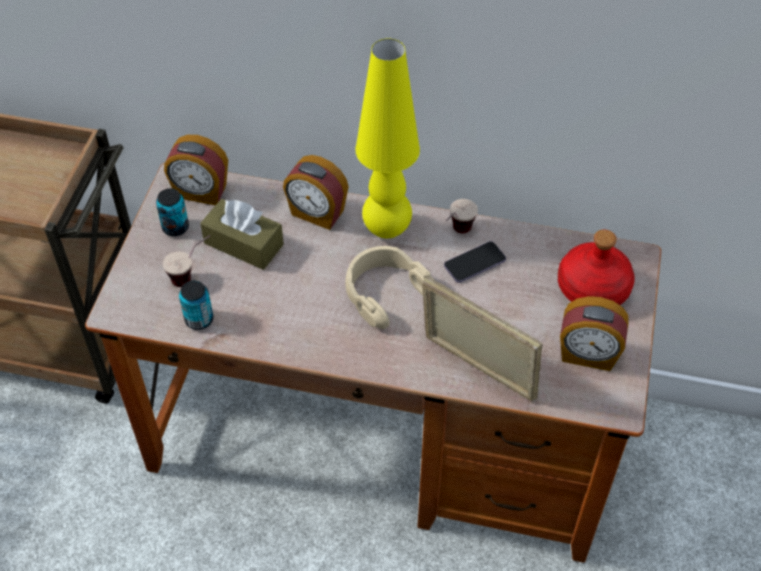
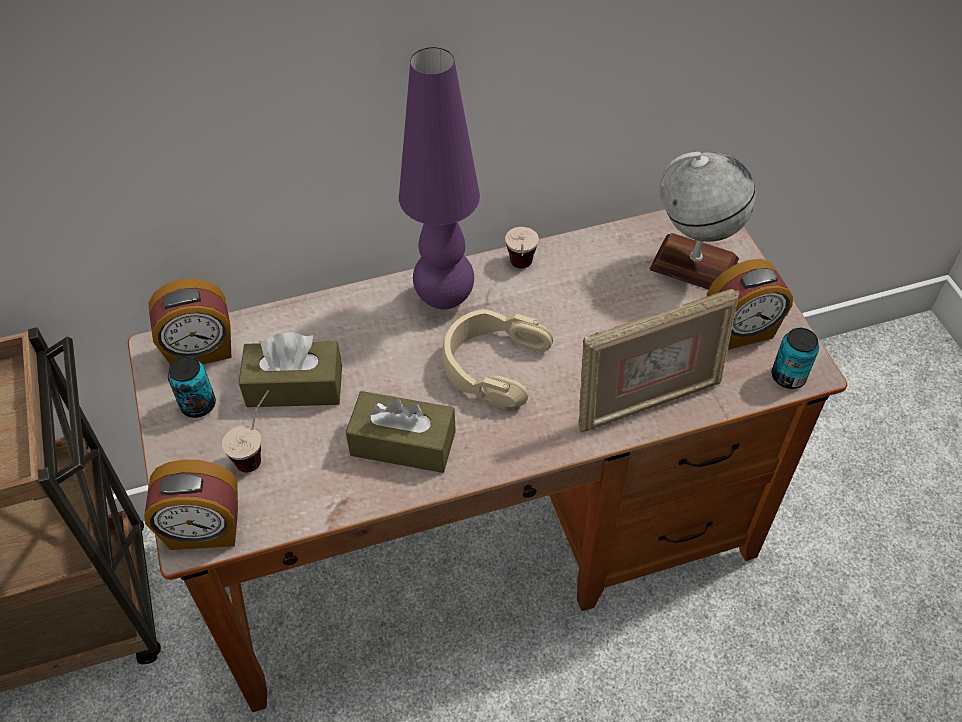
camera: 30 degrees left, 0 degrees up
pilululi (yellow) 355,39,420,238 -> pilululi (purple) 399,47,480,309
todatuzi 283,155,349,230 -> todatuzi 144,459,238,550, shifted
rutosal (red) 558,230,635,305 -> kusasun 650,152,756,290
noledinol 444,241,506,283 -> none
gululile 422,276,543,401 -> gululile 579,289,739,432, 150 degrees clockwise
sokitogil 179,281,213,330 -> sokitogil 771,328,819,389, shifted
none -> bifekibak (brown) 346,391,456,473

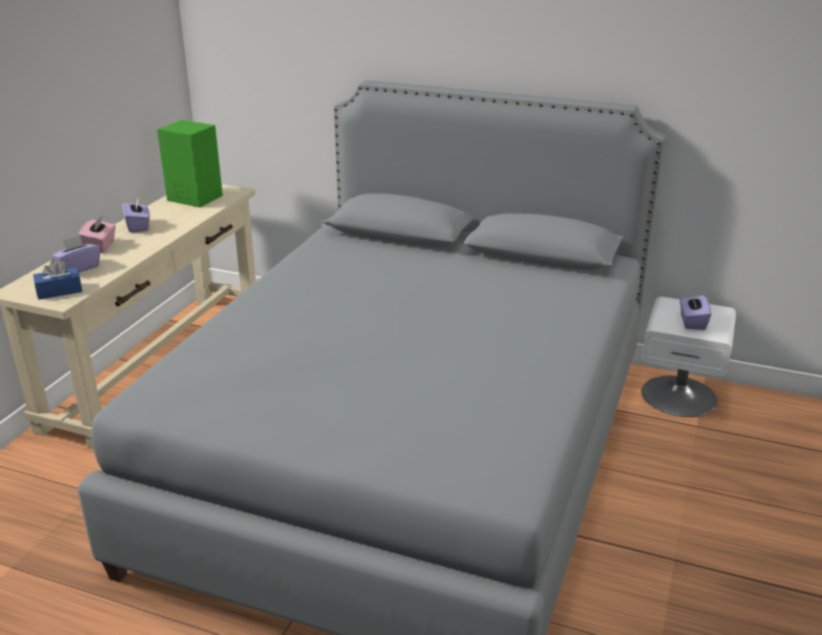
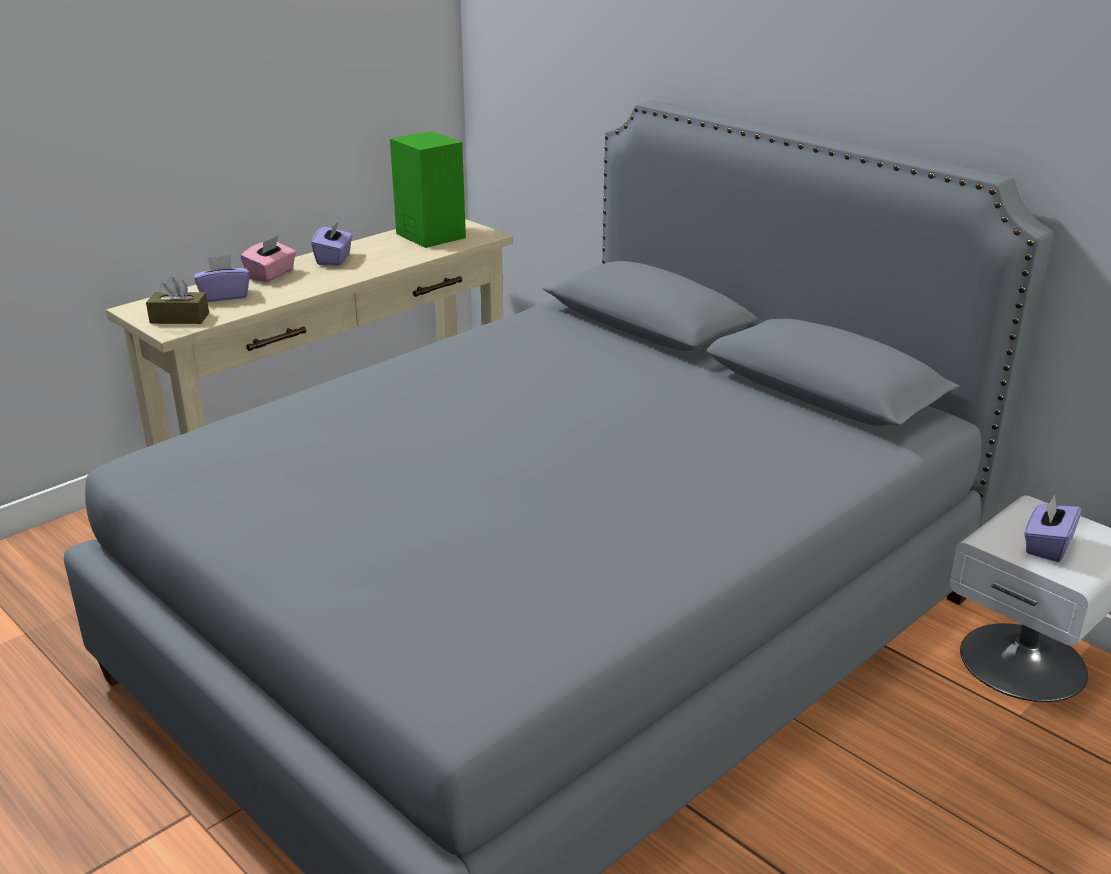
camera: 25 degrees right, 0 degrees up
bifekibak (blue) 33,259,82,300 -> bifekibak (brown) 146,277,209,324

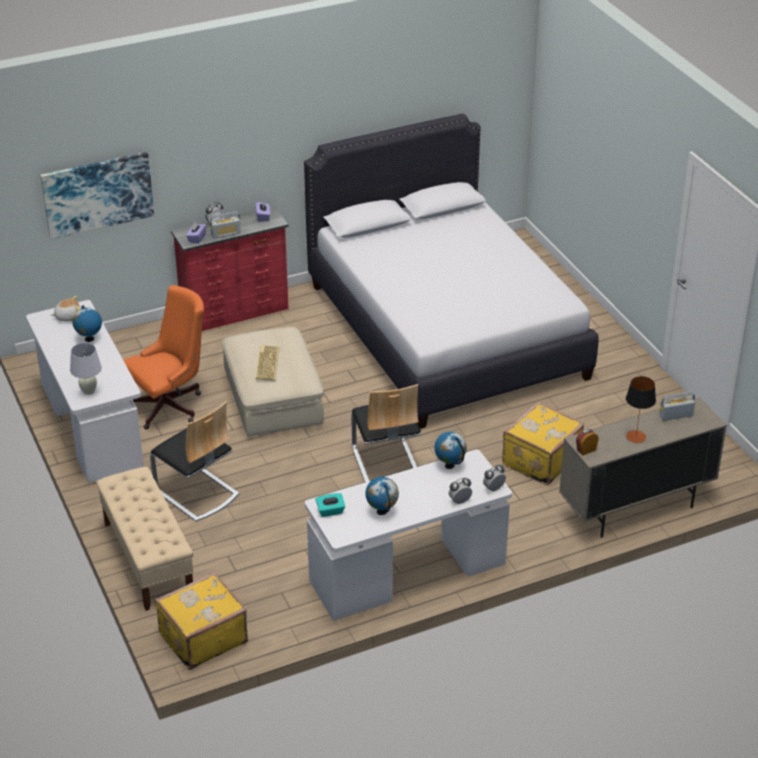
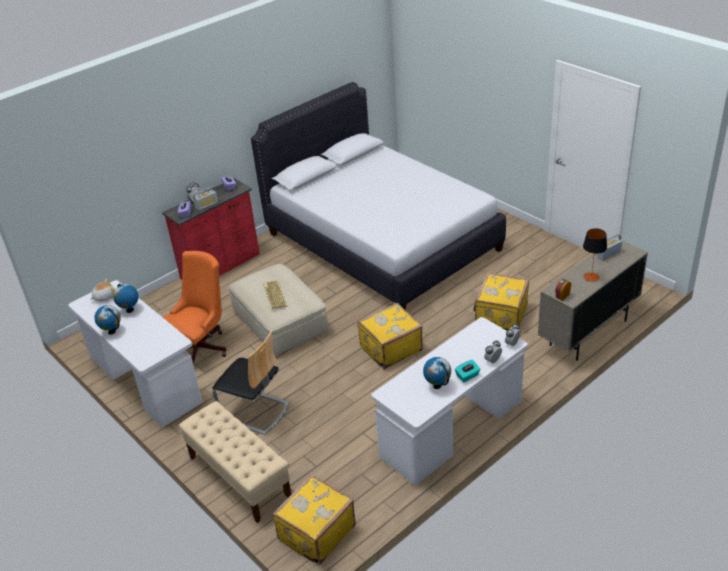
camera: 15 degrees left, 0 degrees up
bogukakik 40,152,154,239 -> none
pilululi (white) 70,343,102,395 -> none
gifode 351,384,421,482 -> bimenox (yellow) 357,303,423,369
kusasun 434,432,467,469 -> kusasun 95,305,121,335, shifted
bifekibak (turquoise) 316,493,345,517 -> bifekibak (turquoise) 455,360,481,382, shifted

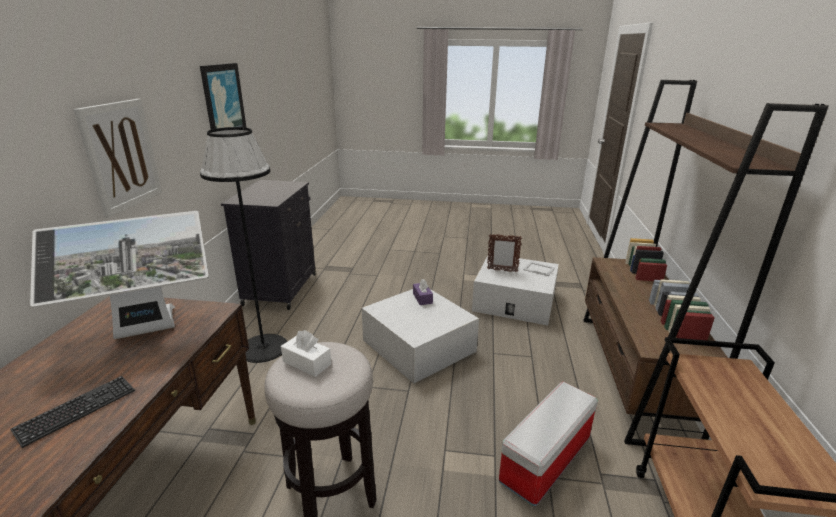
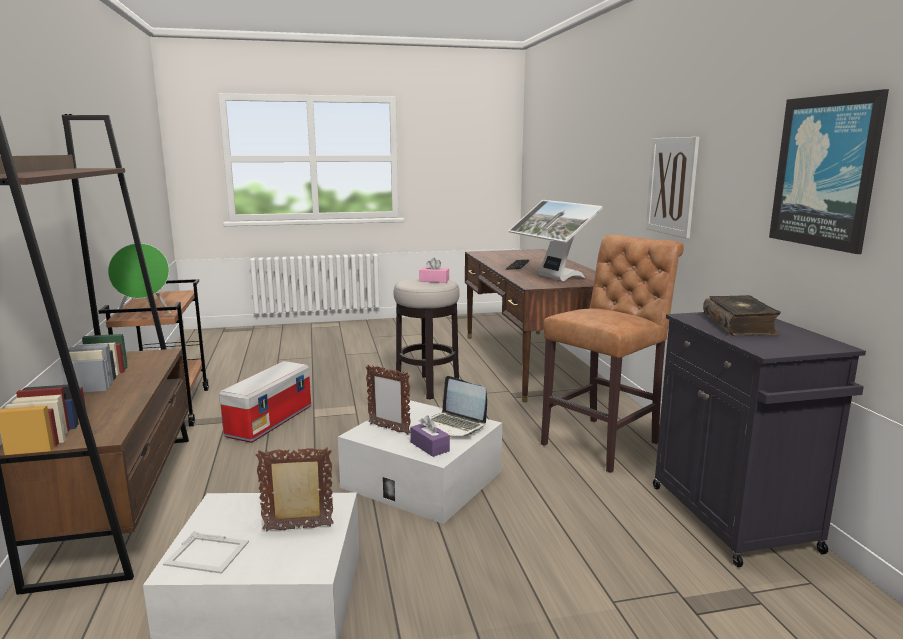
camera: 160 degrees right, 10 degrees down
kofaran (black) 200,127,287,363 -> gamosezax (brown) 541,234,684,473
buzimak 30,211,209,339 -> buzimak 509,200,603,281, 75 degrees counterclockwise
bifekibak (white) 281,330,331,377 -> bifekibak (pink) 419,258,449,283
none -> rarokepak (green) 108,243,171,317
none -> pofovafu 703,295,781,336
none -> gululile 366,365,410,435
none -> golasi 430,376,487,437

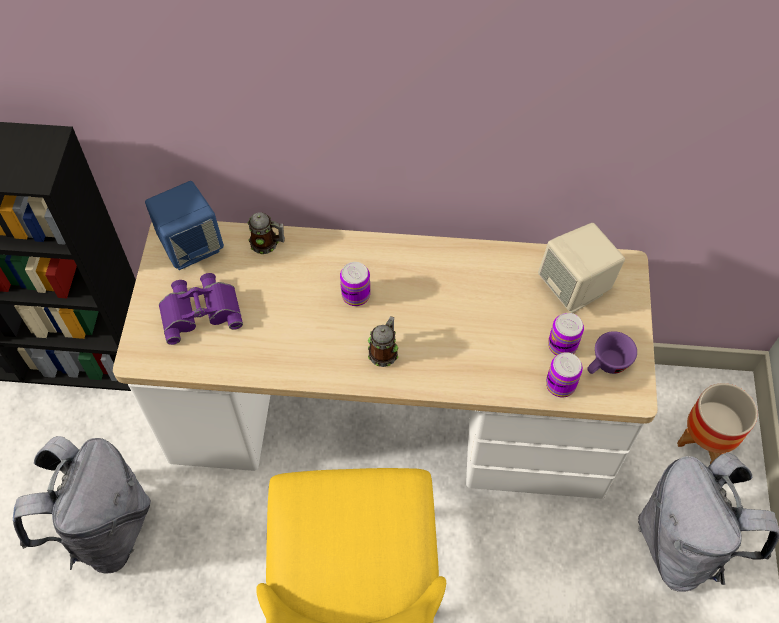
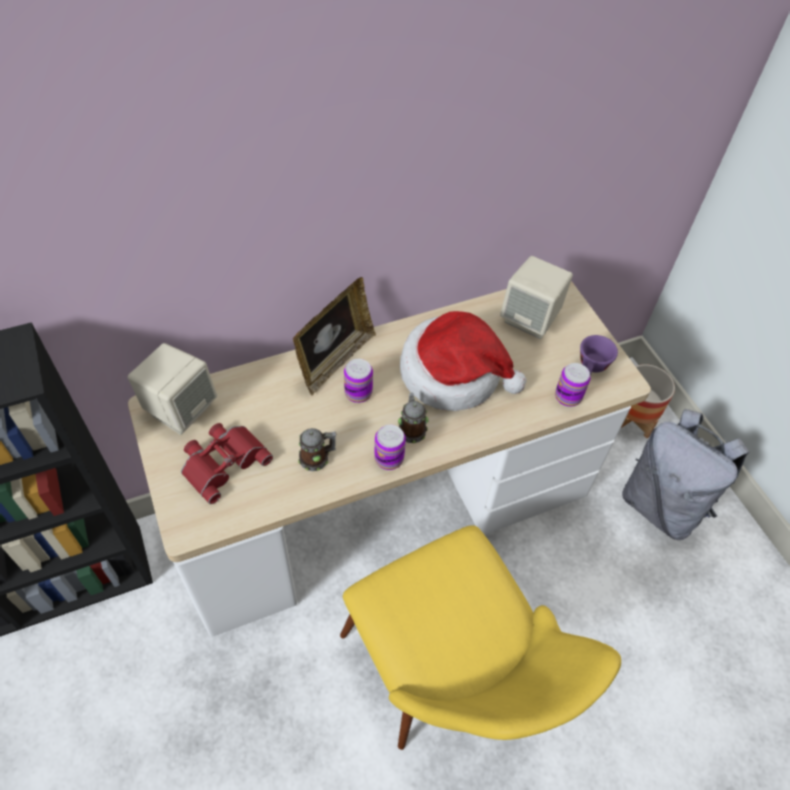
camera: 30 degrees left, 5 degrees down
rarokepak (blue) 145,181,224,270 -> rarokepak (beige) 128,343,217,435
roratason 248,212,285,254 -> roratason 298,428,336,471, shifted
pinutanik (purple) 159,273,243,345 -> pinutanik (red) 181,423,273,504
sokitogil 548,313,584,356 -> sokitogil 374,425,406,470, shifted
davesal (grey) 13,436,151,574 -> none
none -> gululile 293,277,376,396
none -> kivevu 400,311,527,411

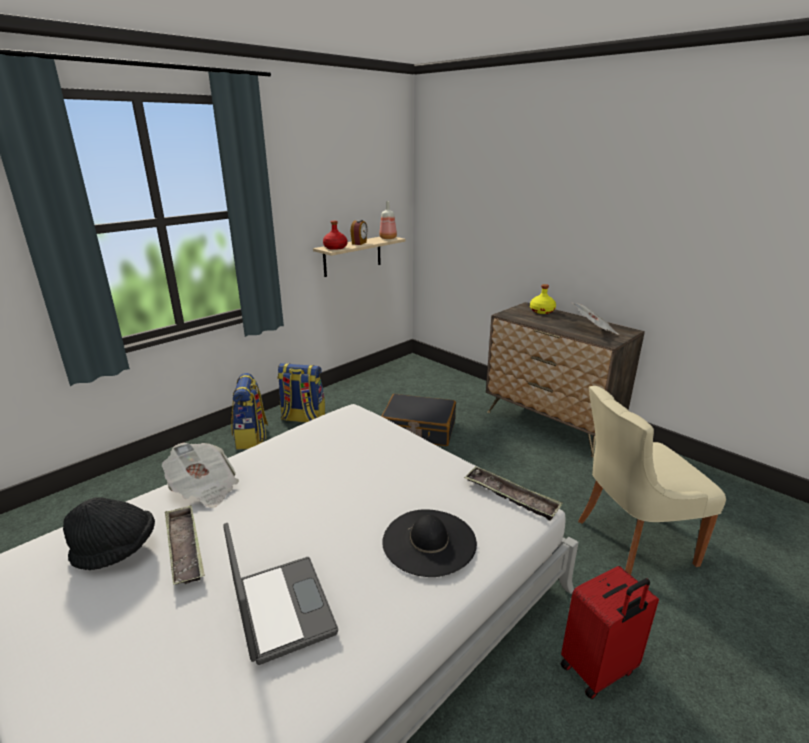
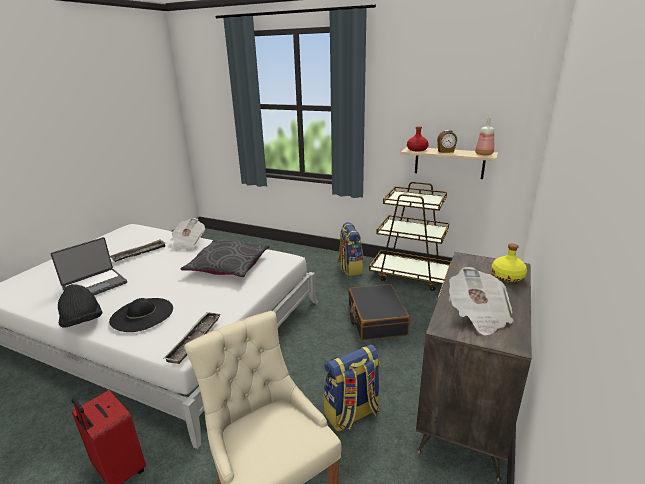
camera: 70 degrees right, 0 degrees up
davesal 231,373,268,449 -> davesal 323,344,380,431, shifted
kivevu (black) 63,497,155,570 -> kivevu (black) 58,284,102,328, shifted
none -> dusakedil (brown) 369,182,451,291
none -> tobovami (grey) 181,240,270,277

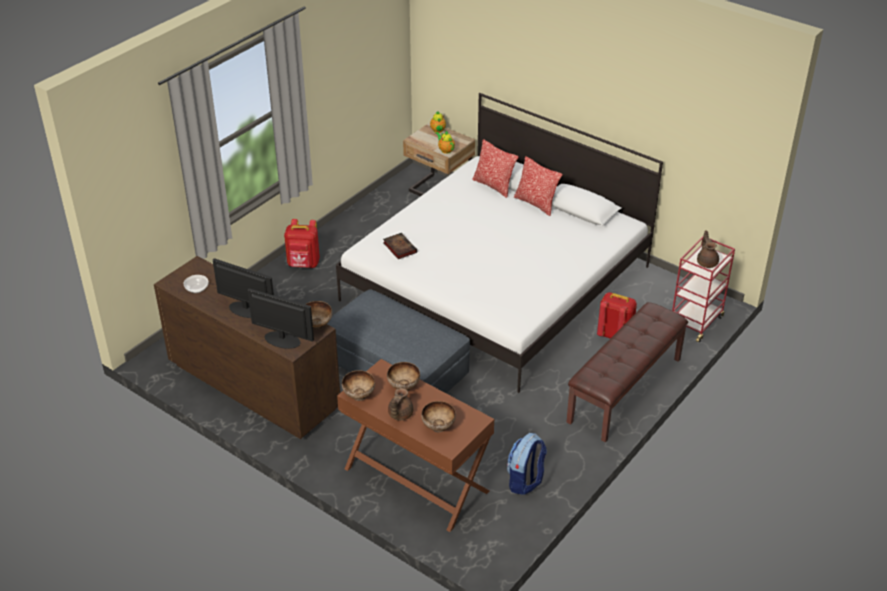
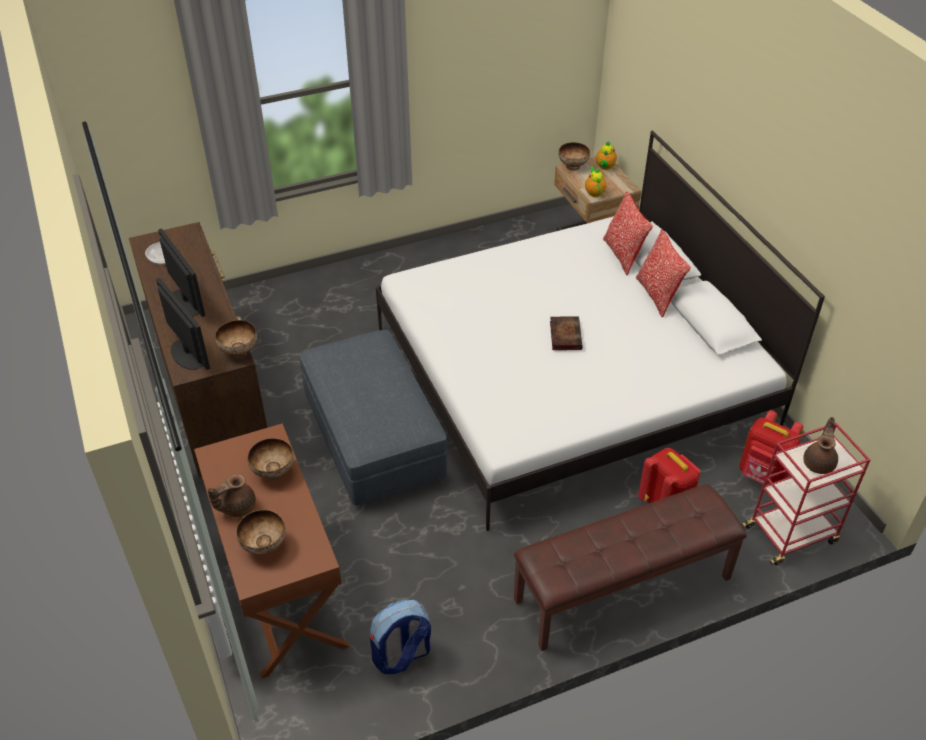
camera: 30 degrees right, 5 degrees up
davesal (red) 284,219,320,268 -> davesal (red) 740,410,804,485, shifted
pofovafu 383,233,417,259 -> pofovafu 550,317,583,350, shifted
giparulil 342,370,375,401 -> giparulil 558,142,590,171, shifted

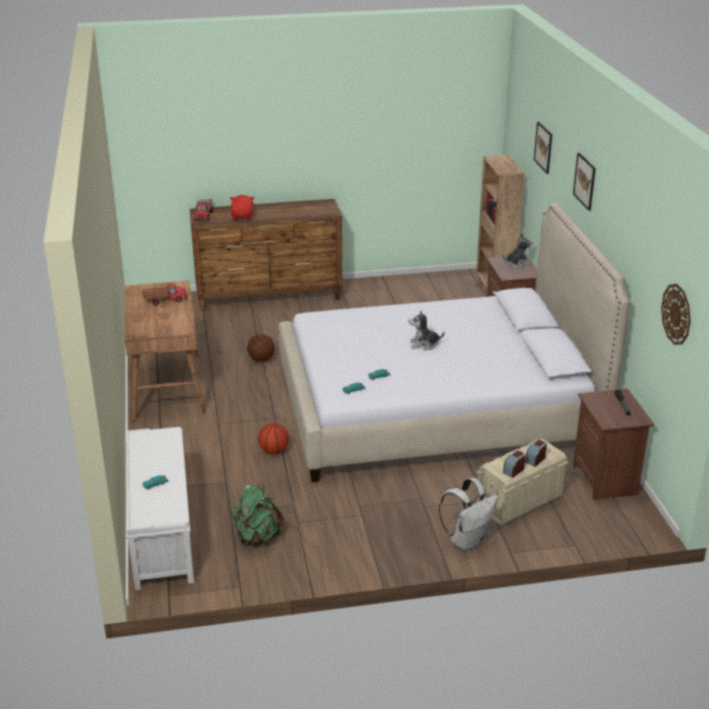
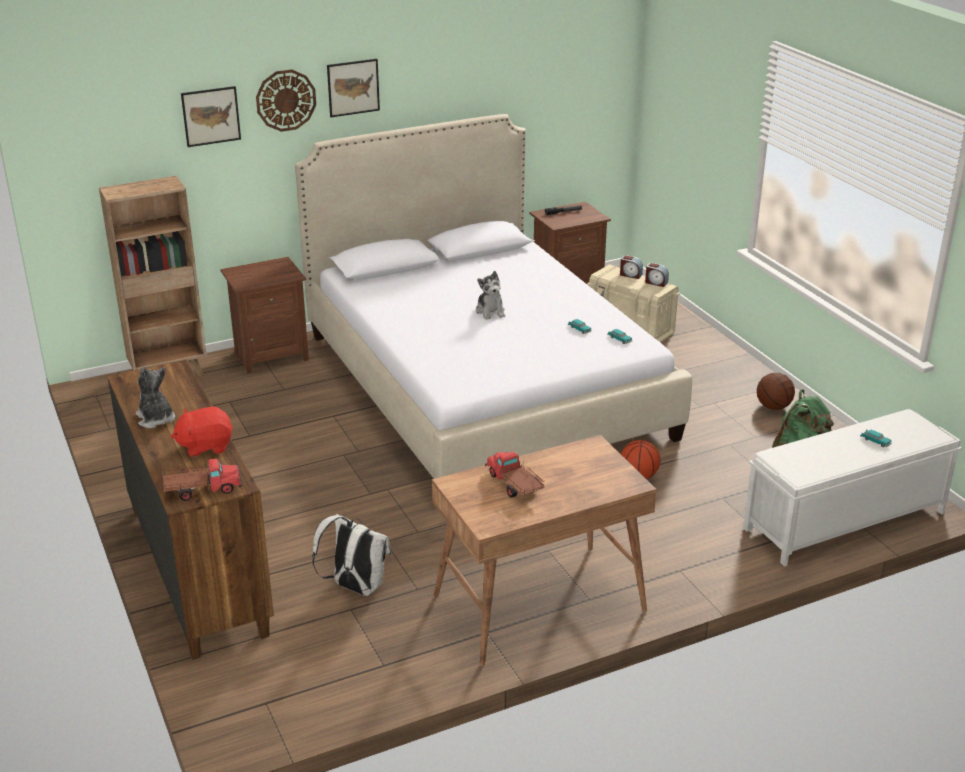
camera: 105 degrees left, 0 degrees up
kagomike 503,233,533,268 -> kagomike 136,366,175,428, shifted
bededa 661,284,691,345 -> bededa 256,69,316,132, shifted
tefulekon 247,334,275,362 -> tefulekon 757,373,795,410, shifted
davesal (white) 439,478,498,551 -> davesal (white) 312,514,391,596, shifted

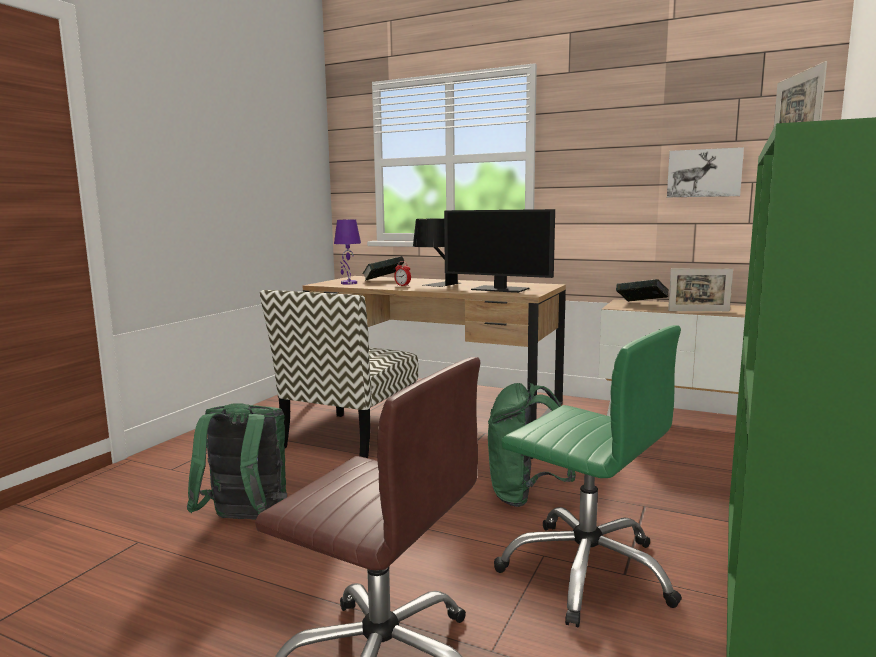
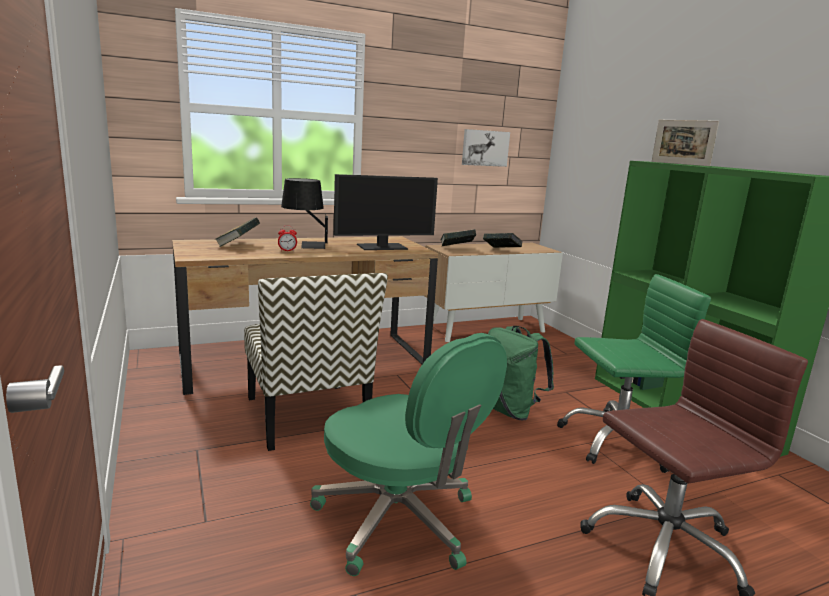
camera: 50 degrees left, 5 degrees up
pilululi (purple) 334,220,361,284 -> none
gululile 668,268,733,311 -> pofovafu 483,233,523,248
davesal (green) 187,403,287,520 -> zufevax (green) 310,333,507,576

